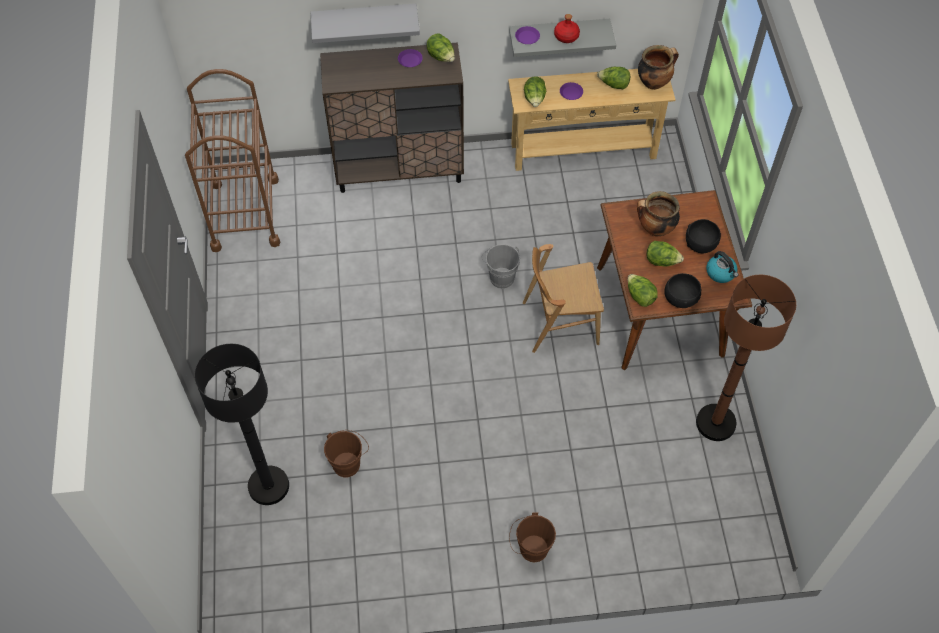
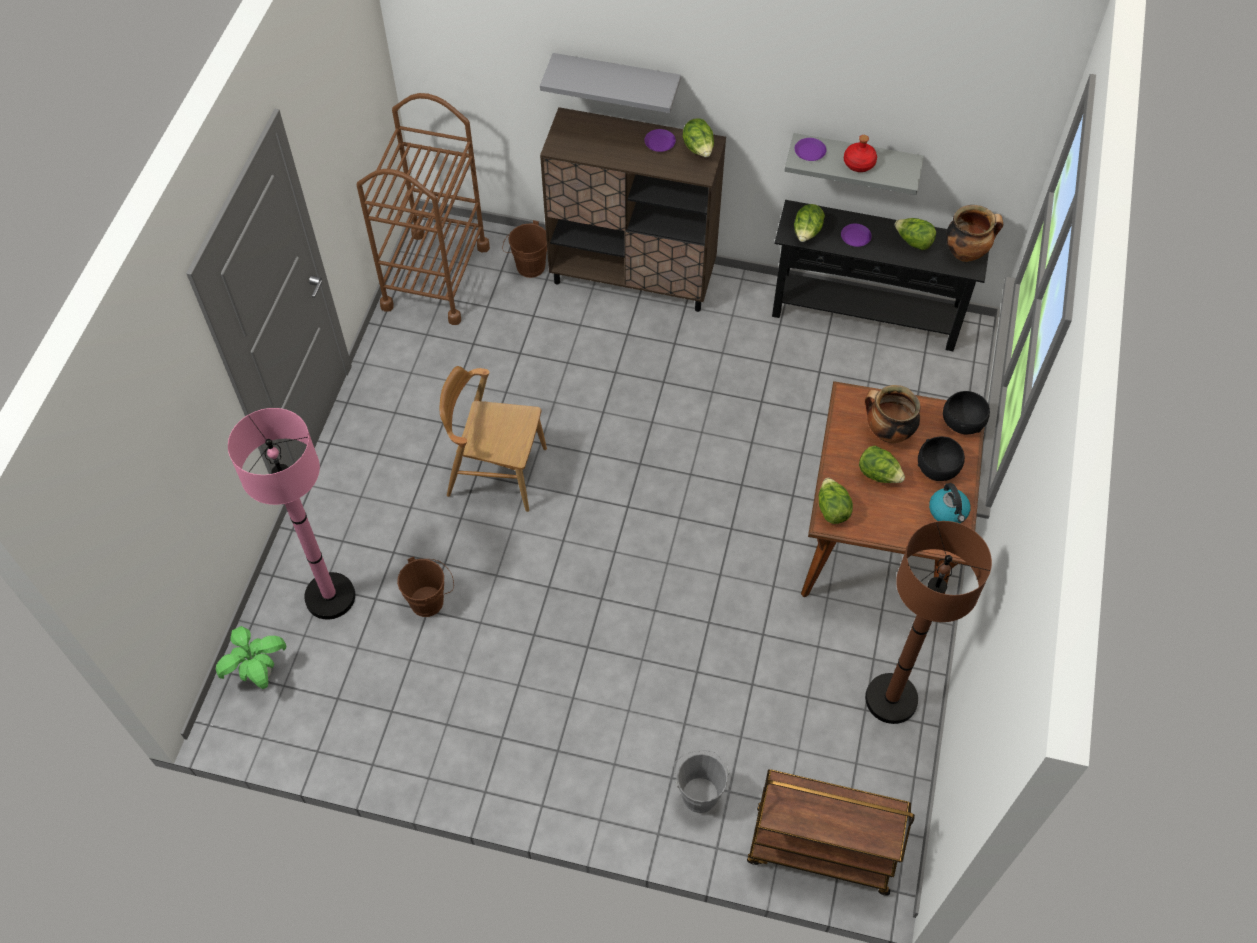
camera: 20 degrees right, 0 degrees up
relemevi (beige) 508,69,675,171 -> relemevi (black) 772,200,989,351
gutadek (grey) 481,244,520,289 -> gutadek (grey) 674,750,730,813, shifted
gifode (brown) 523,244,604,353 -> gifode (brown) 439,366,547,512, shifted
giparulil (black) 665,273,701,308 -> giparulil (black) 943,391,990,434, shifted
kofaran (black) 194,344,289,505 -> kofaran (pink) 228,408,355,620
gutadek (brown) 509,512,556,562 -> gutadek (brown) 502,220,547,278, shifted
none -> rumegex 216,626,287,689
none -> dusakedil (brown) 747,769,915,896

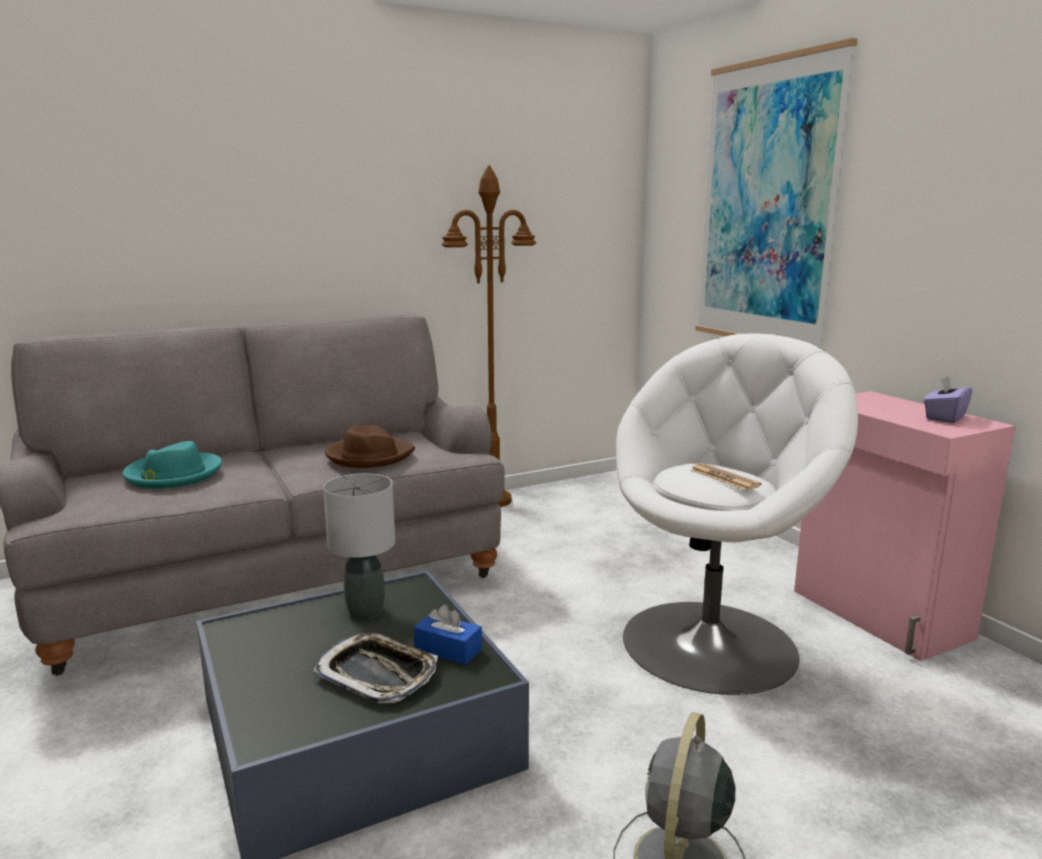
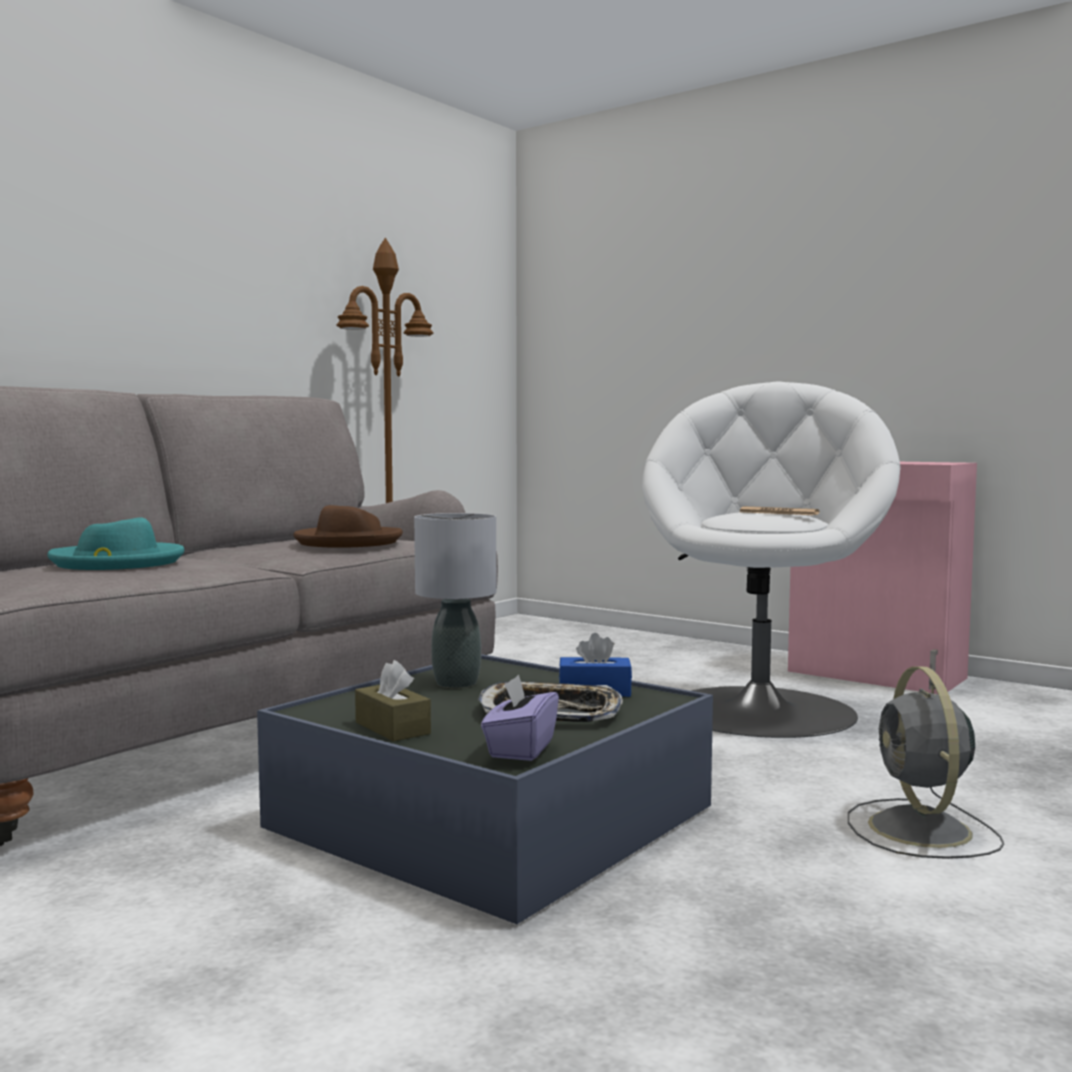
camera: 25 degrees left, 10 degrees down
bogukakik 695,38,858,351 -> none
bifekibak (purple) 924,375,973,423 -> bifekibak (purple) 481,674,559,761, shifted
none -> bifekibak (brown) 355,660,431,741

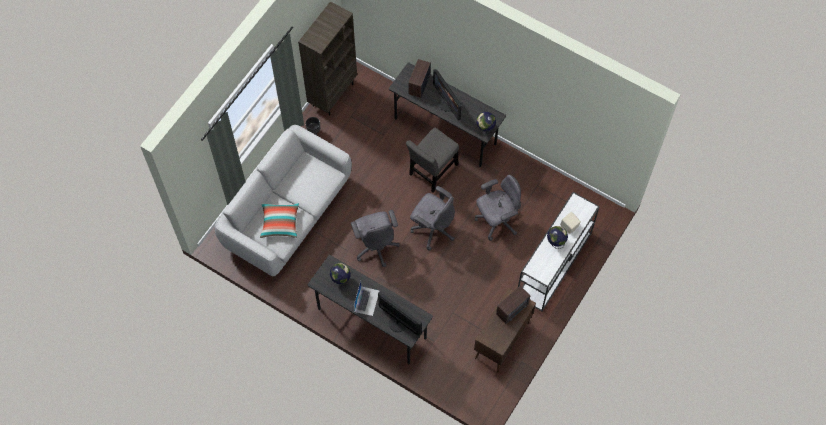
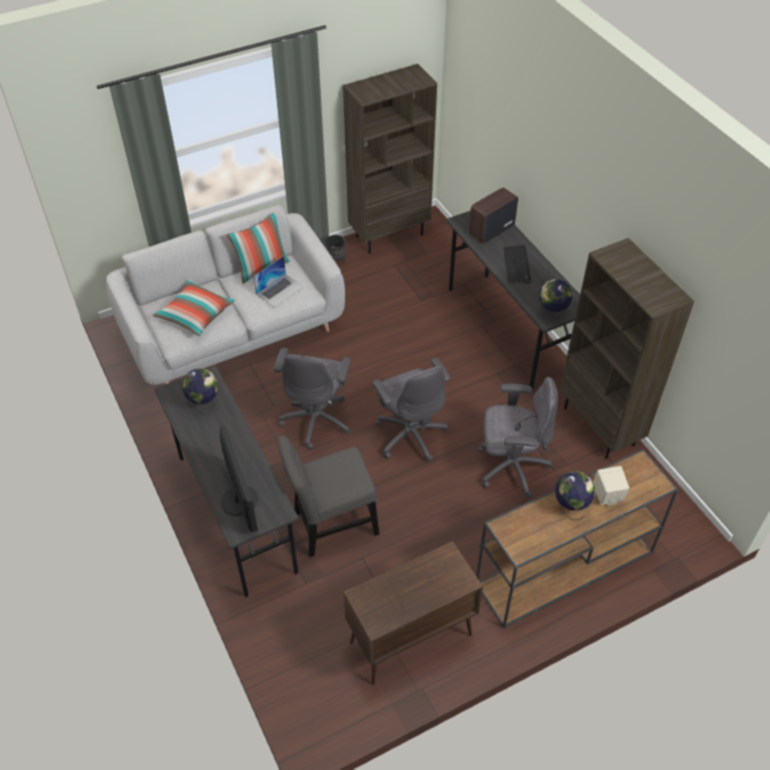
camera: 30 degrees right, 15 degrees down
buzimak 433,69,462,121 -> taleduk 503,245,531,284
gifode (grey) 406,128,459,192 -> gifode (grey) 277,436,379,557, shifted
relemevi (white) 518,192,600,312 -> relemevi (brown) 476,449,679,628
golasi 354,281,380,316 -> golasi 253,256,304,308, shifted
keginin 496,286,530,324 -> none
none -> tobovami 227,211,290,284
none -> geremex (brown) 560,238,694,459

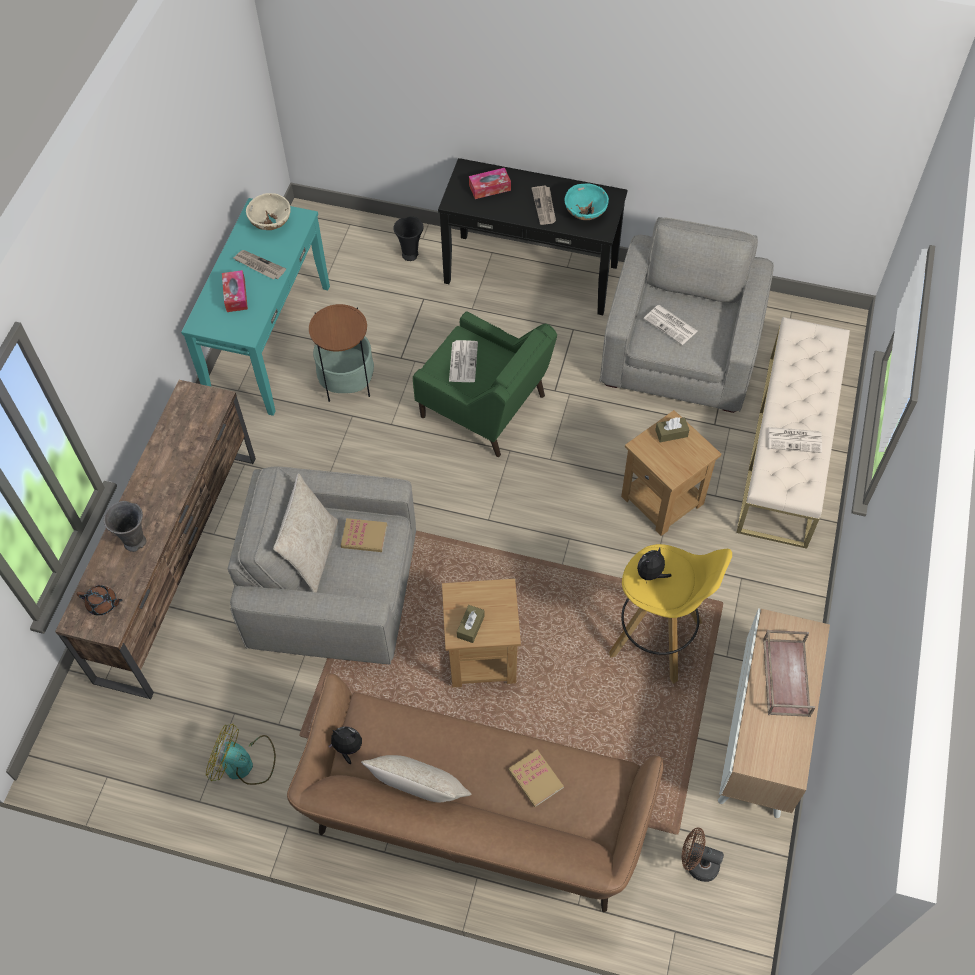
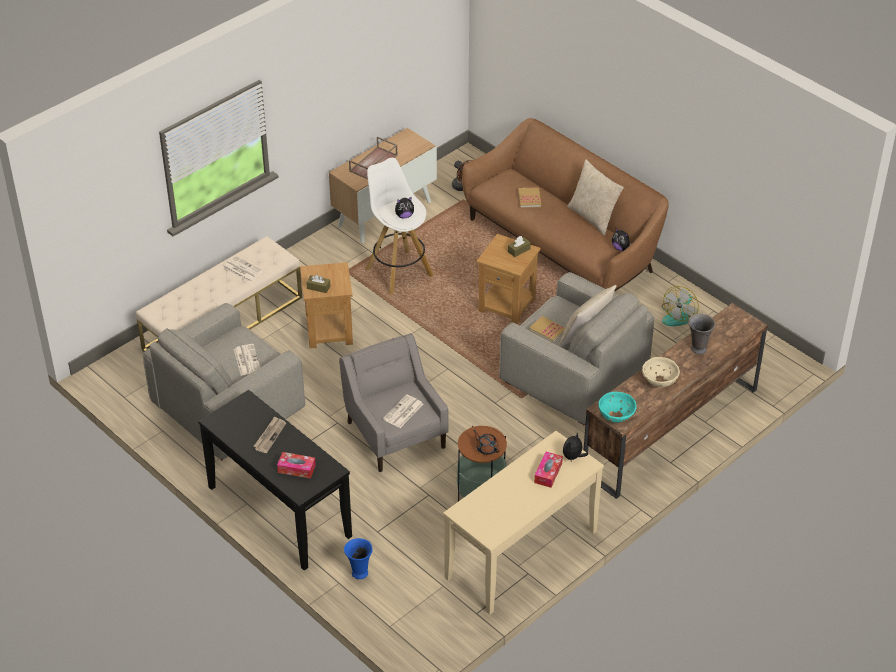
camera: 150 degrees left, 15 degrees down
giparulil (turquoise) 564,183,609,220 -> giparulil (turquoise) 599,392,637,423, shifted
giparulil (beige) 246,193,291,230 -> giparulil (beige) 642,357,680,387, shifted
relemevi (turquoise) 181,198,330,416 -> relemevi (beige) 443,431,604,615
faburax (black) 393,216,424,261 -> faburax (blue) 344,538,373,579
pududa 233,250,286,280 -> none
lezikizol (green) 413,311,557,457 -> lezikizol (grey) 339,333,449,472
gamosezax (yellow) 609,544,732,684 -> gamosezax (white) 366,158,434,295
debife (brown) 77,585,123,615 -> debife (brown) 473,430,500,455, shifted
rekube 206,724,276,785 -> rekube 662,286,699,326, 75 degrees clockwise
none -> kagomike 563,433,588,462

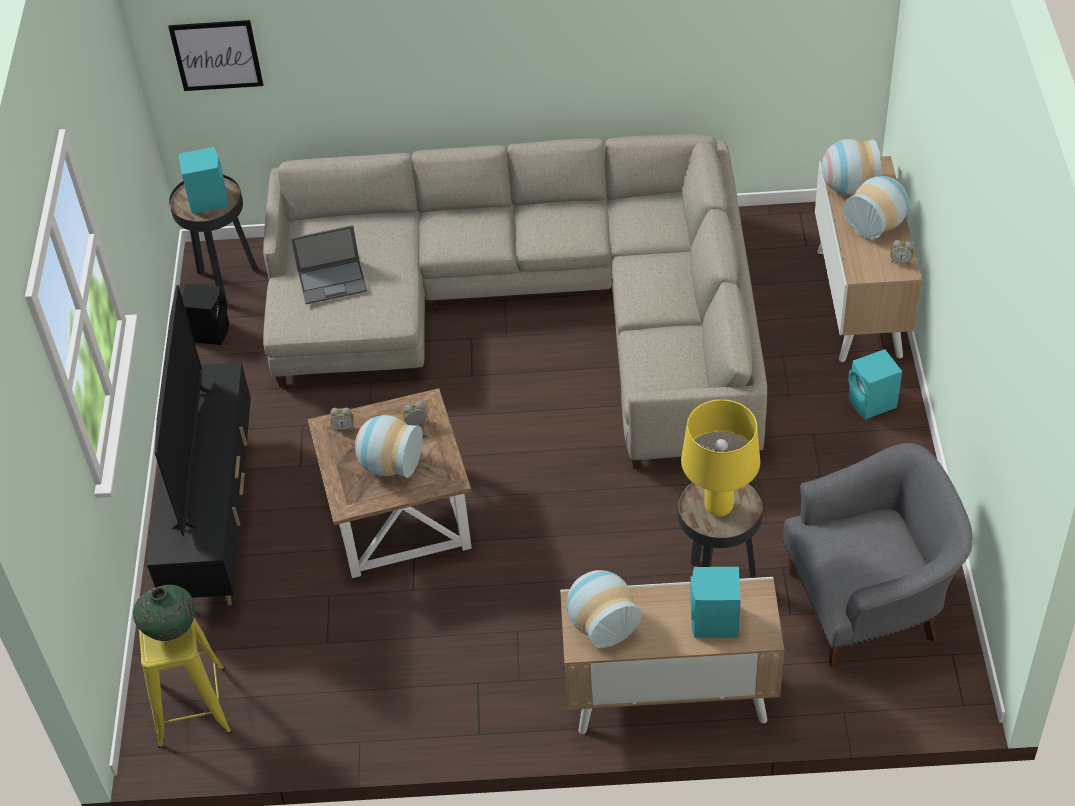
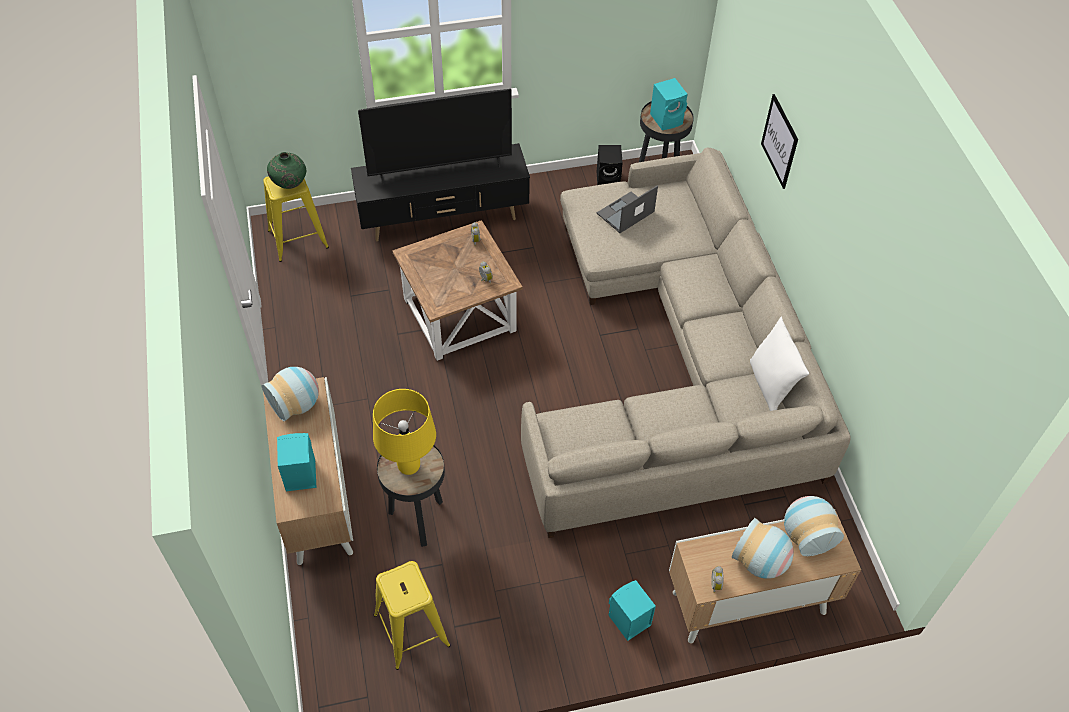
camera: 75 degrees right, 5 degrees up
bogukakik 168,20,263,91 -> bogukakik 761,94,798,189, shifted
golasi 291,225,367,304 -> golasi 597,185,658,233, 75 degrees clockwise
faburax 355,415,423,478 -> none
lezikizol (grey) 783,443,973,668 -> gamosezax (yellow) 374,561,451,670
none -> tobovami (white) 750,316,809,411

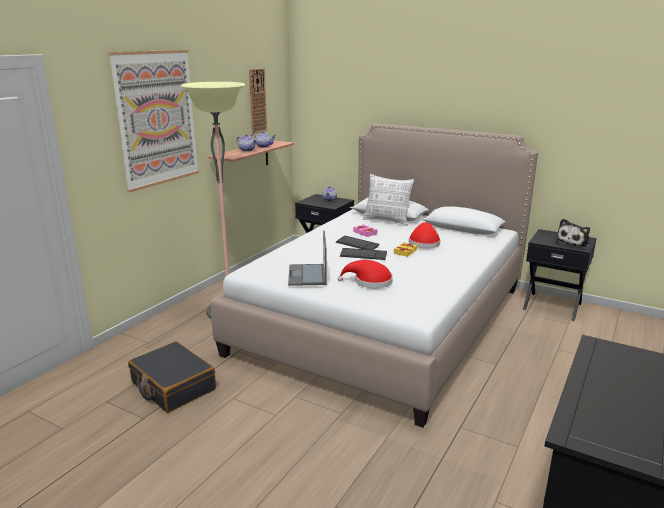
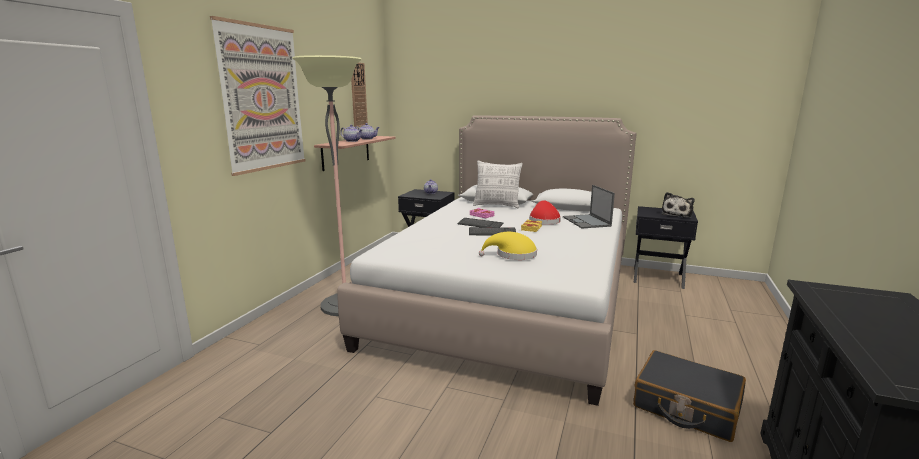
camera: 10 degrees left, 5 degrees down
golasi 288,231,327,286 -> golasi 563,185,615,228, shifted
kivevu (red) 338,260,393,289 -> kivevu (yellow) 479,232,537,260
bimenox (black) 128,341,216,413 -> bimenox (black) 633,350,746,442, shifted

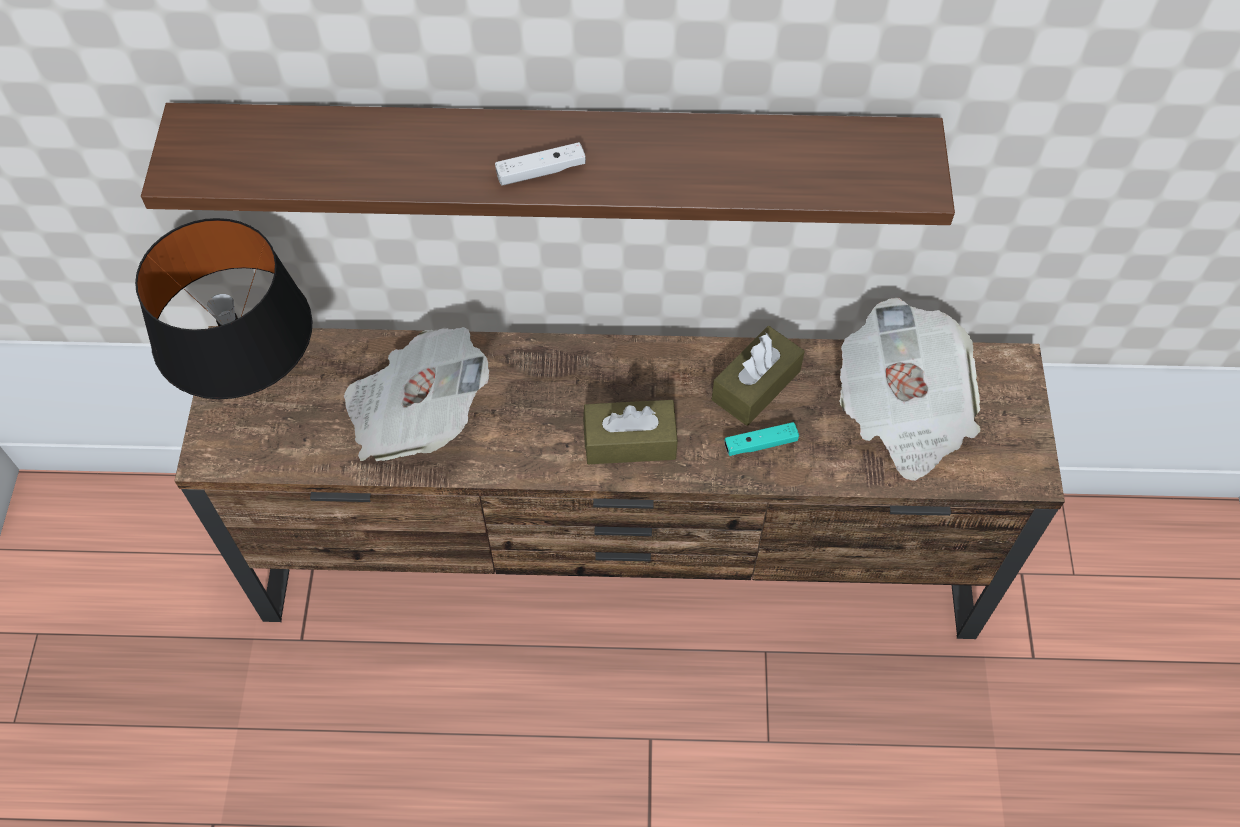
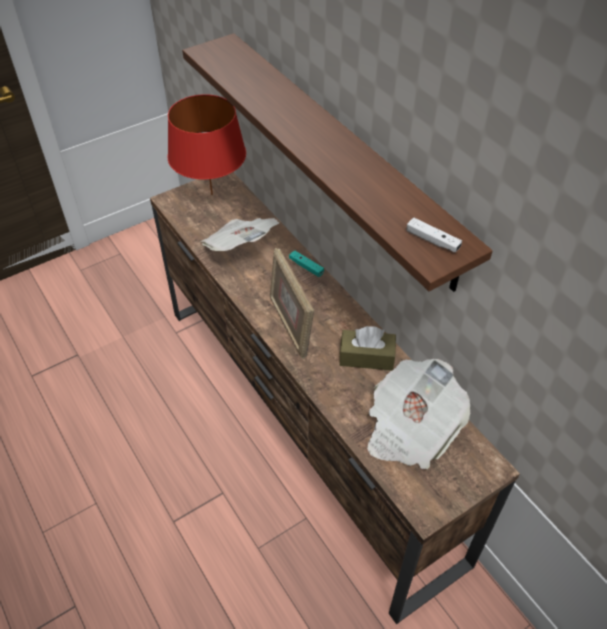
camera: 55 degrees right, 10 degrees down
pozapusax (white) 495,142,586,186 -> pozapusax (white) 406,218,462,253, shifted
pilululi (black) 135,218,313,399 -> pilululi (red) 167,94,246,195
bifekibak (brown) 583,400,678,464 -> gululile 270,248,314,359
pozapusax (turquoise) 724,422,799,456 -> pozapusax (turquoise) 289,250,324,277, shifted

